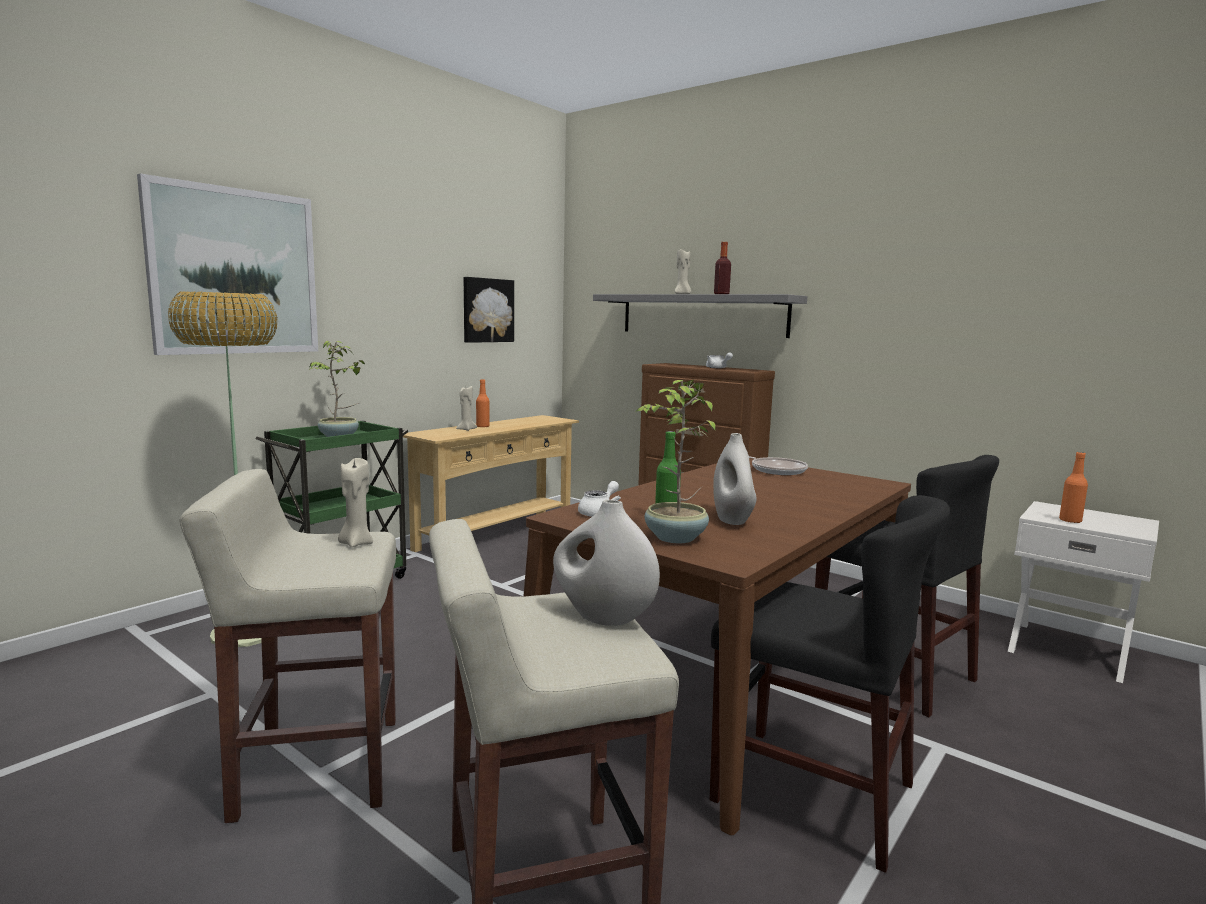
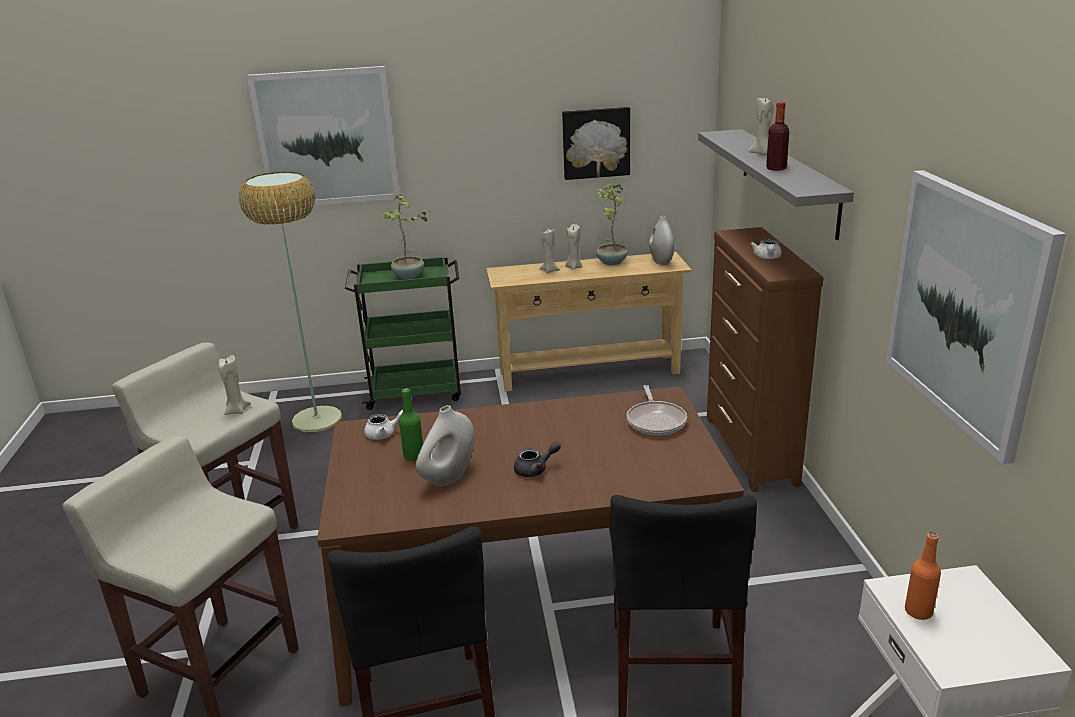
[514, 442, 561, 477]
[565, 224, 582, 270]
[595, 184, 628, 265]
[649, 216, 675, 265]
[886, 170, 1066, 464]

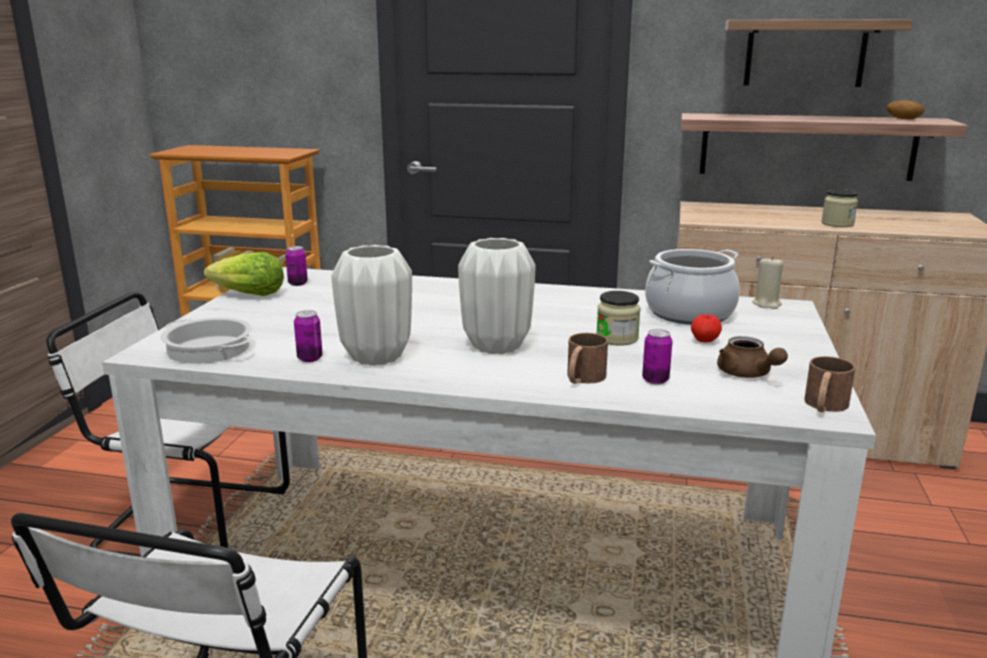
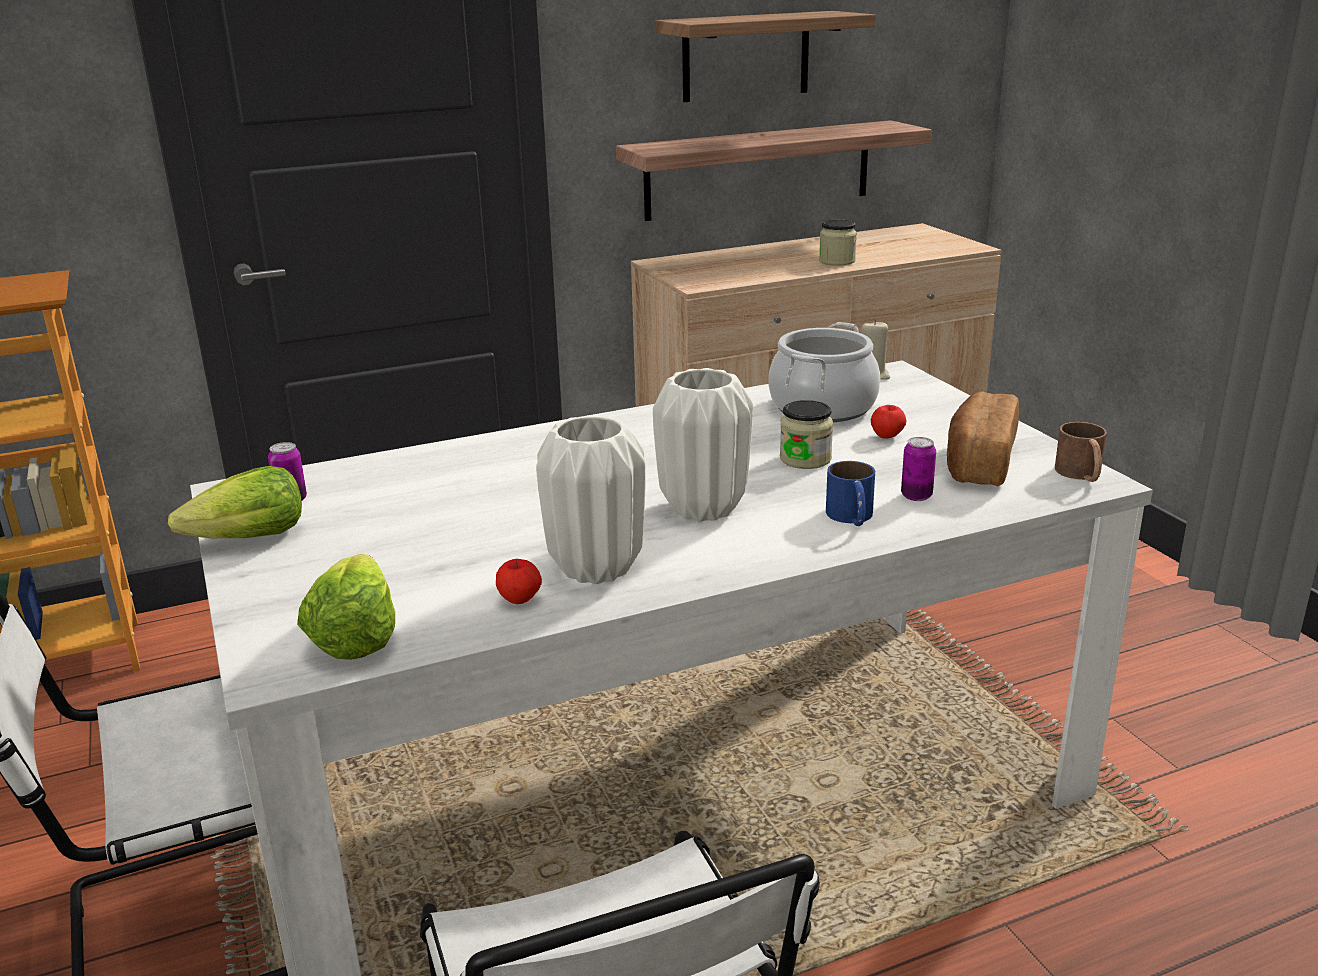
[297, 554, 395, 660]
[496, 559, 542, 604]
[826, 461, 875, 526]
[947, 392, 1019, 486]
[886, 100, 925, 120] (first image)

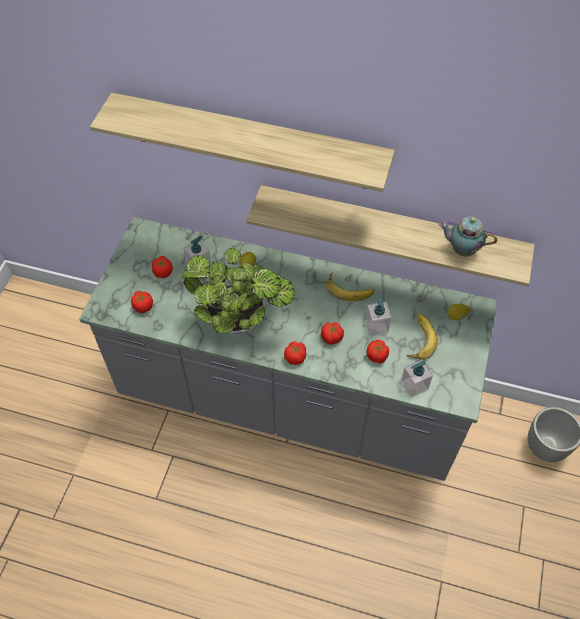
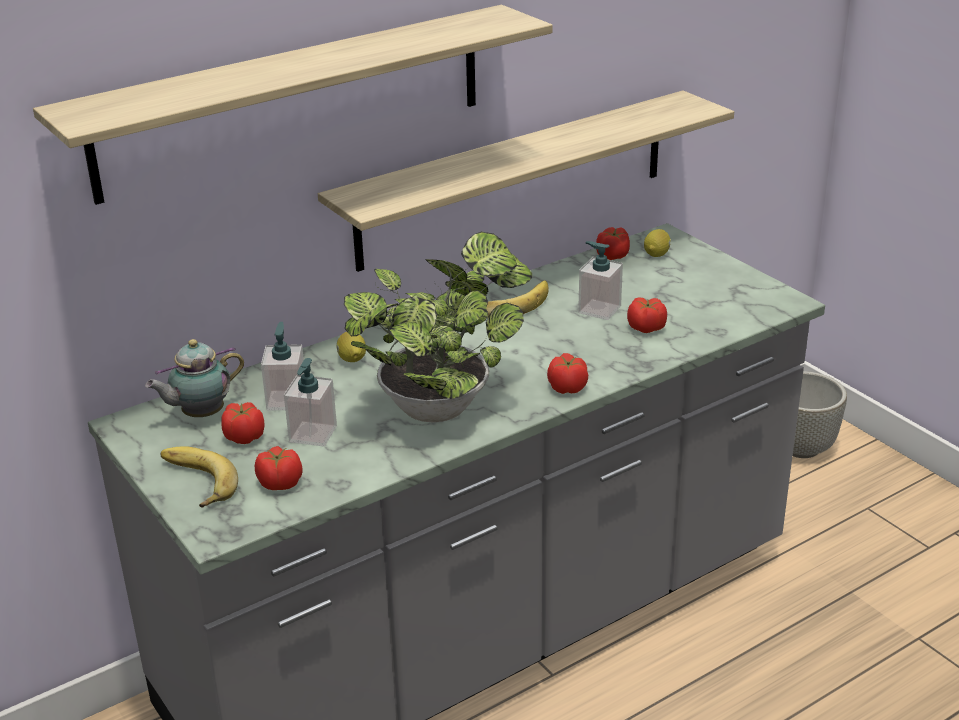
[145, 339, 244, 417]
[160, 446, 238, 508]
[284, 358, 337, 446]
[596, 227, 630, 260]

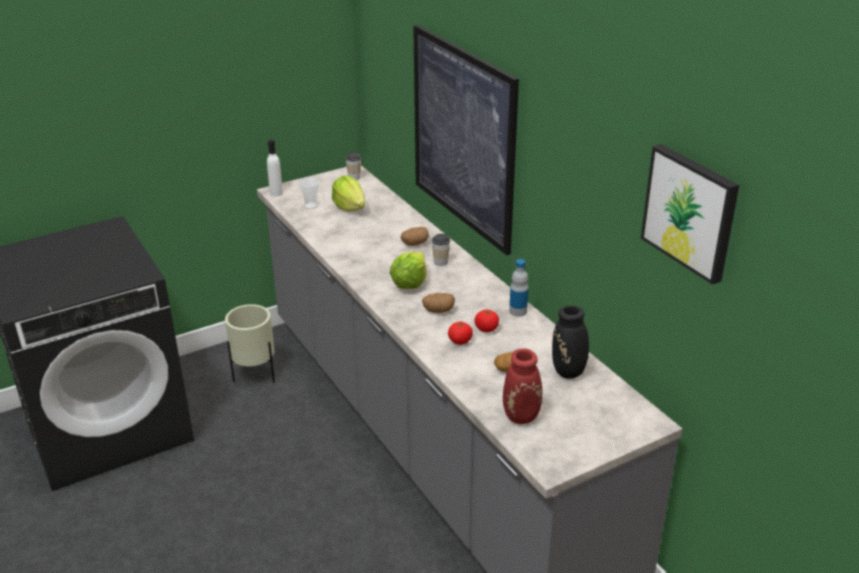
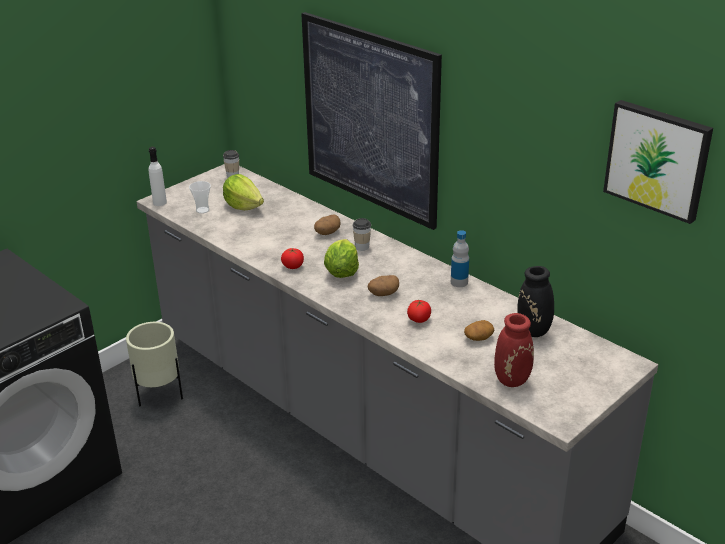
[281, 248, 304, 269]

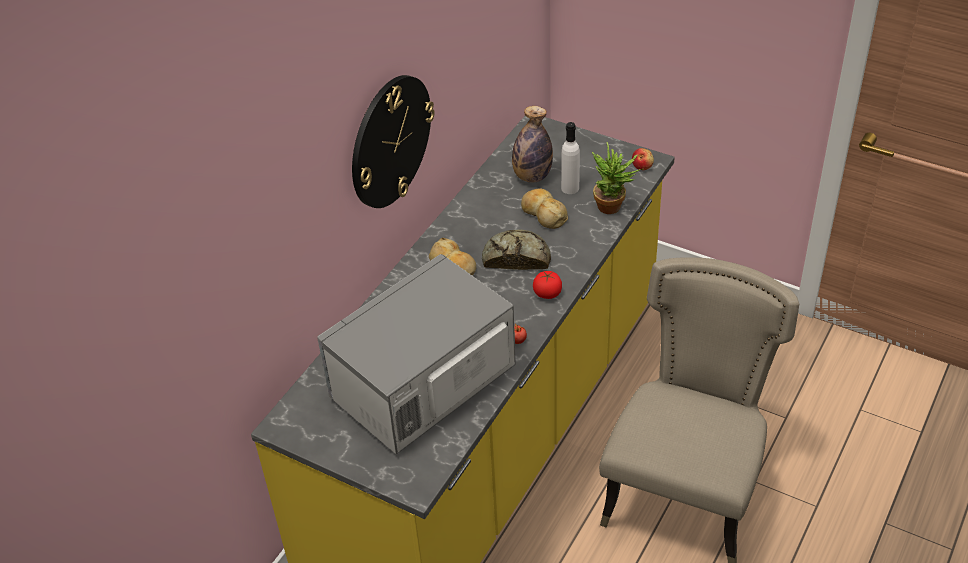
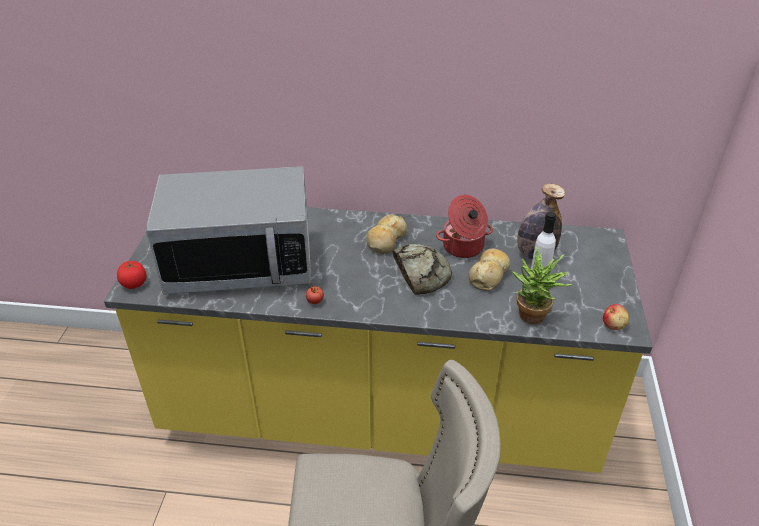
[117, 261, 147, 289]
[146, 166, 311, 295]
[436, 195, 493, 258]
[352, 75, 435, 208] (first image)

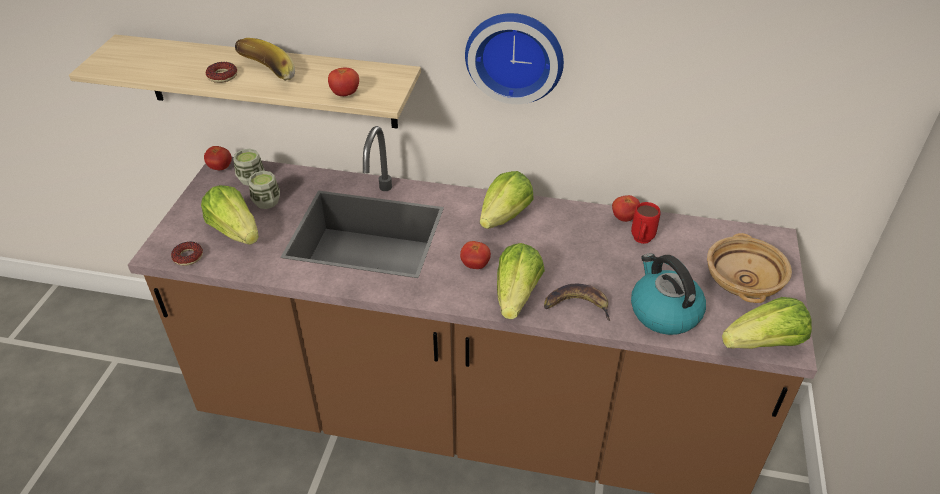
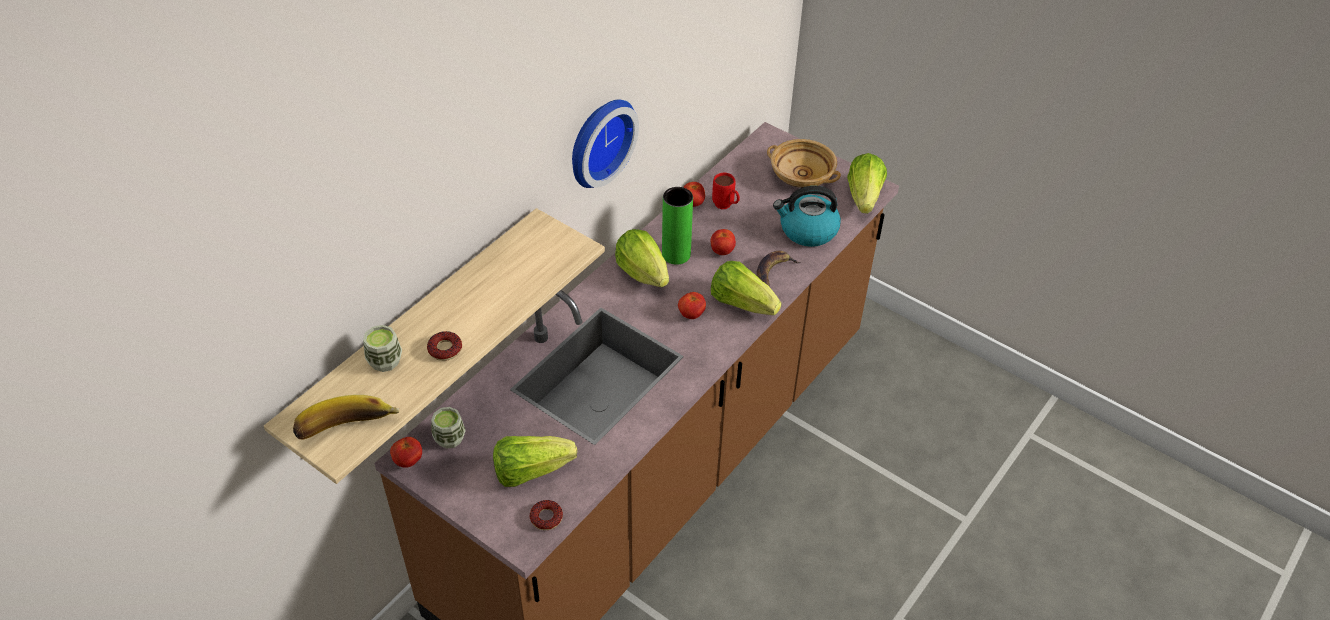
[293, 394, 399, 440]
[363, 325, 402, 372]
[662, 187, 693, 265]
[711, 229, 736, 255]

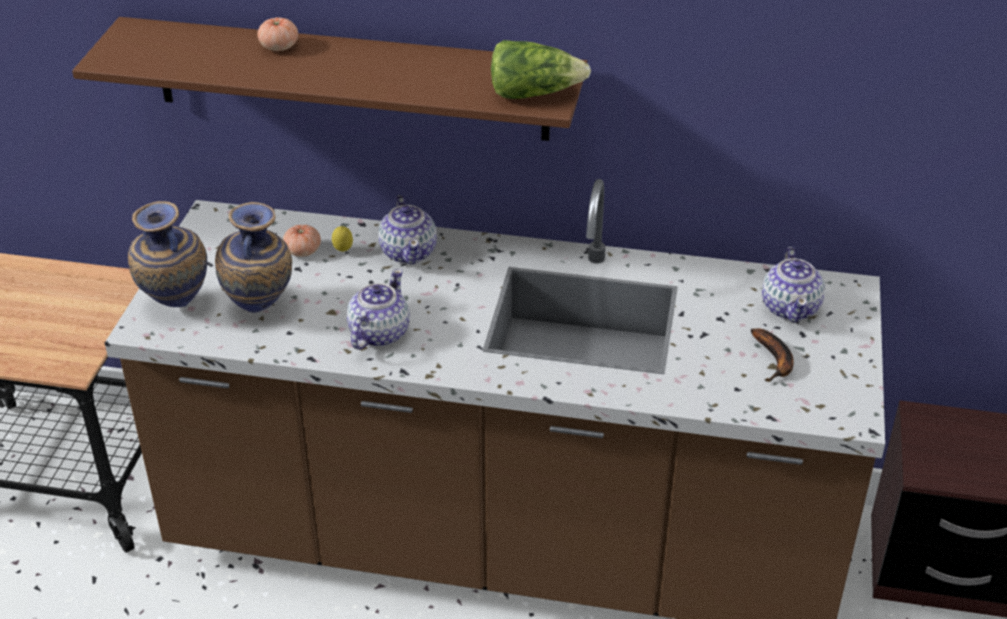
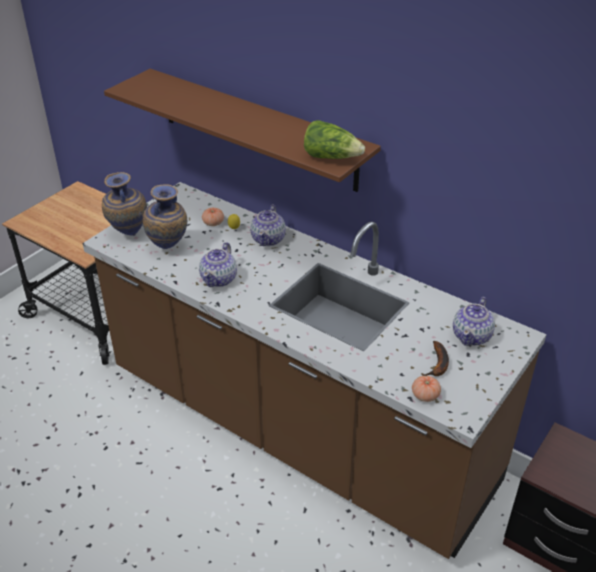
[199, 242, 237, 287]
[412, 376, 441, 402]

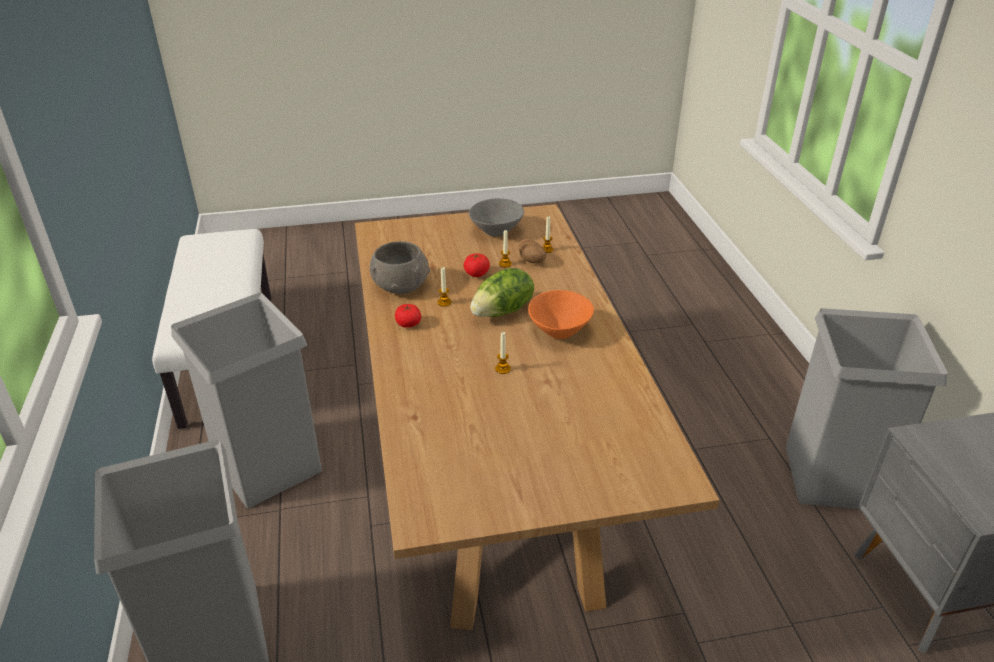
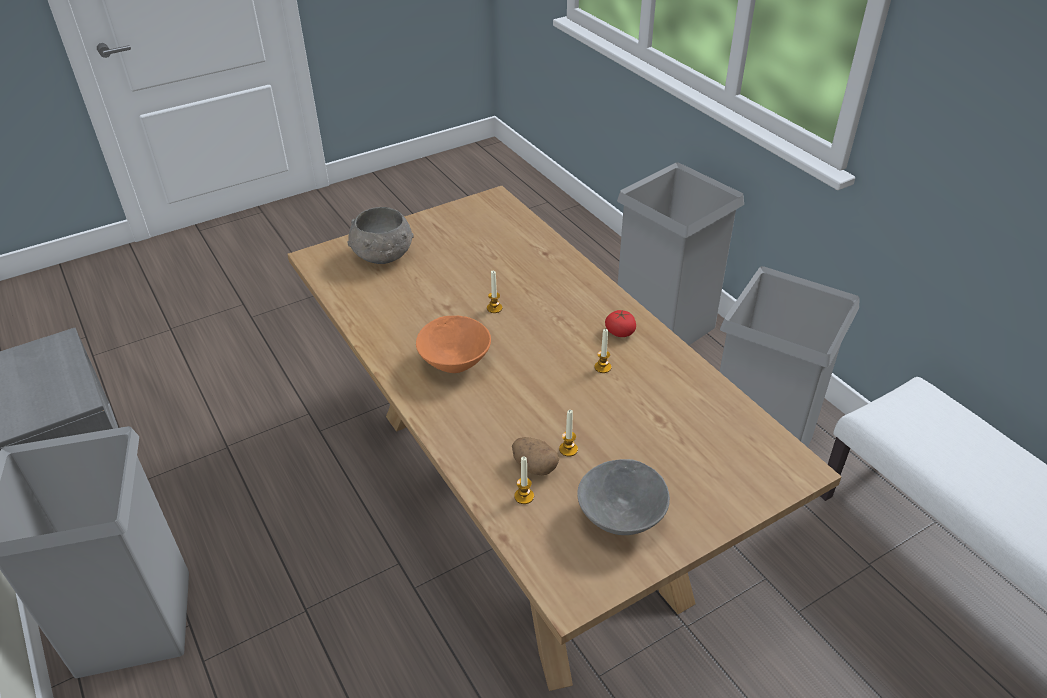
[347, 207, 414, 264]
[464, 253, 490, 277] (first image)
[470, 268, 534, 317] (first image)

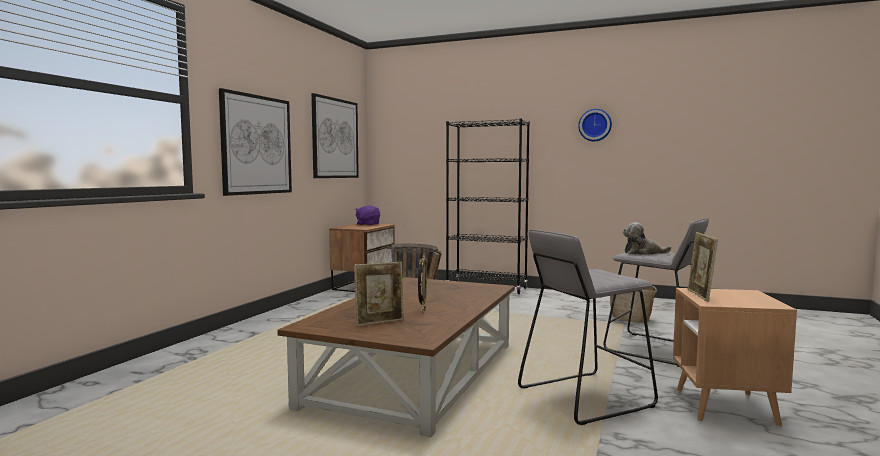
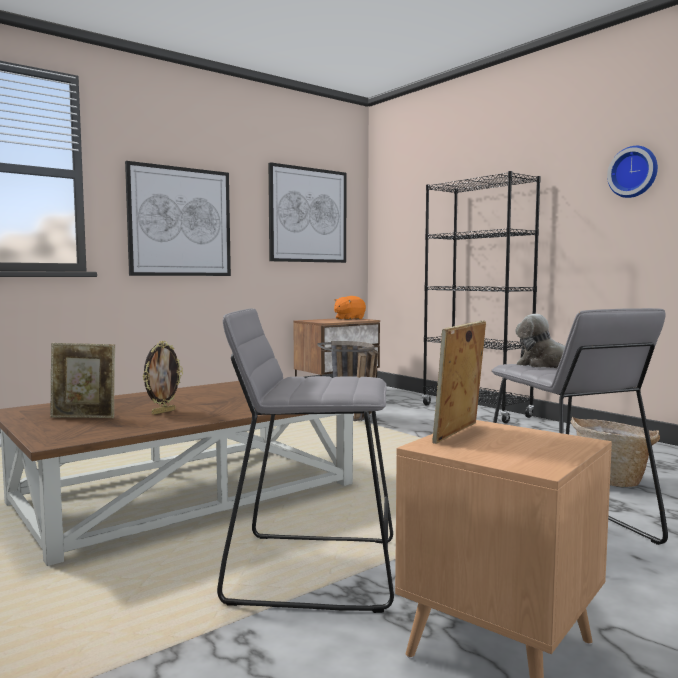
[334, 296, 366, 320]

